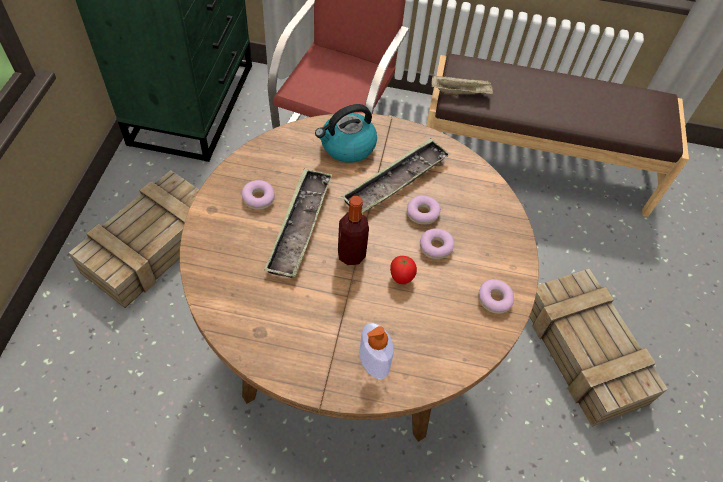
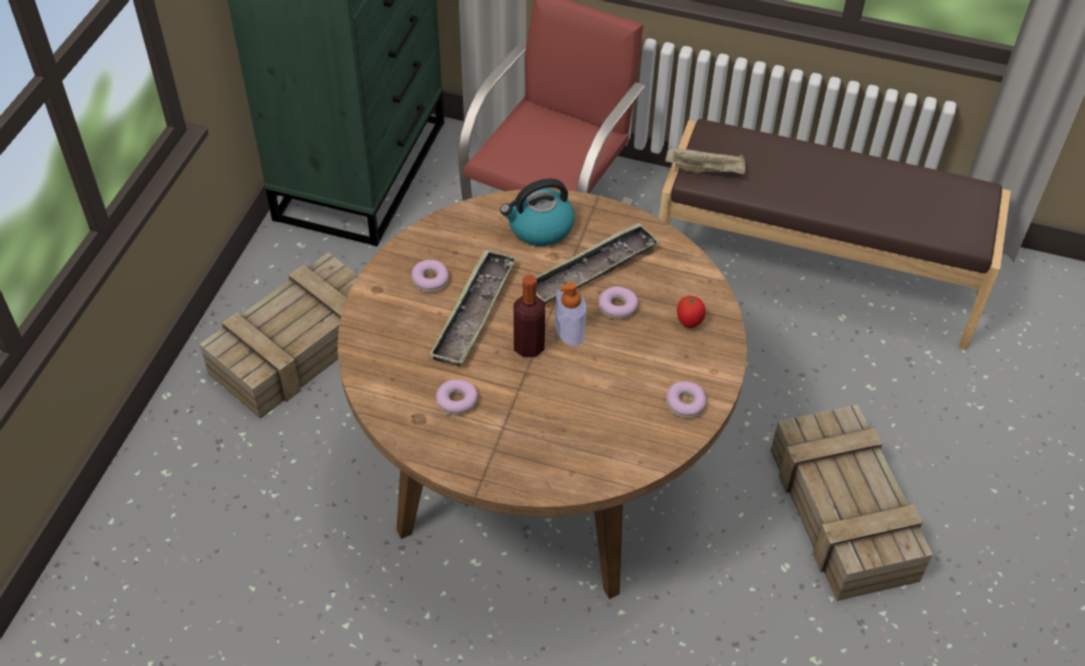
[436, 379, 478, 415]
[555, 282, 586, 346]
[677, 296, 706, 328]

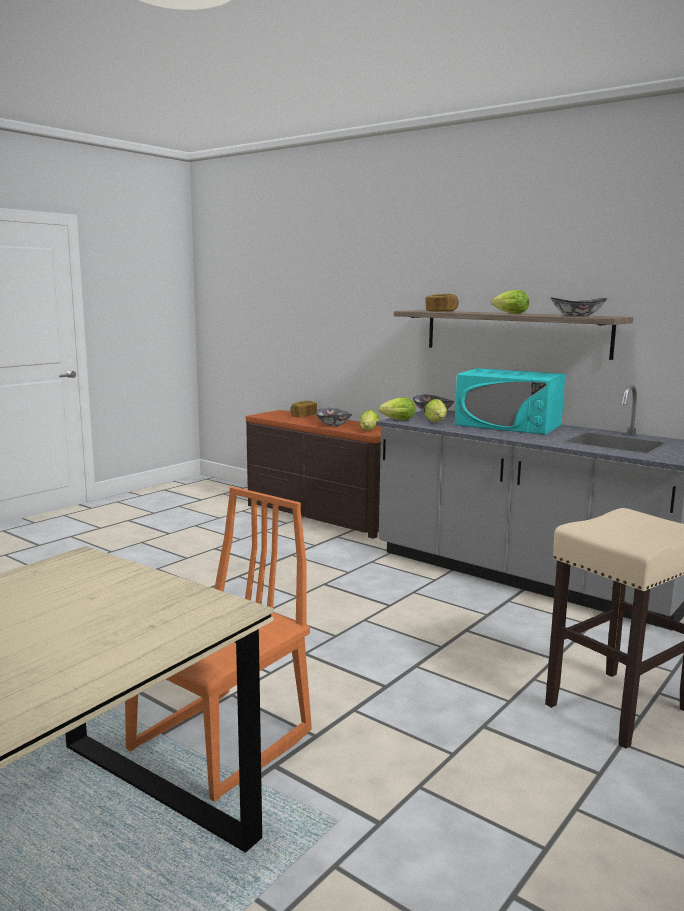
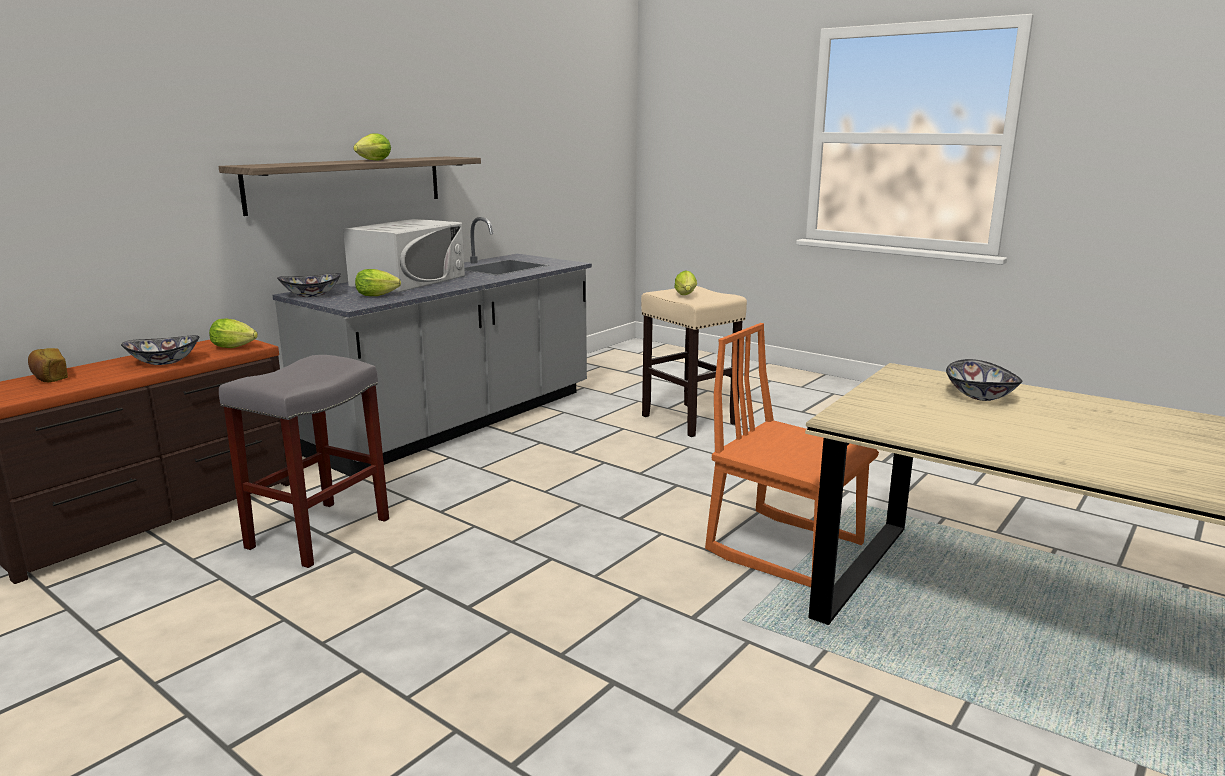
[219, 355, 389, 568]
[343, 219, 465, 292]
[674, 270, 697, 295]
[946, 359, 1022, 401]
[425, 294, 459, 312] (first image)

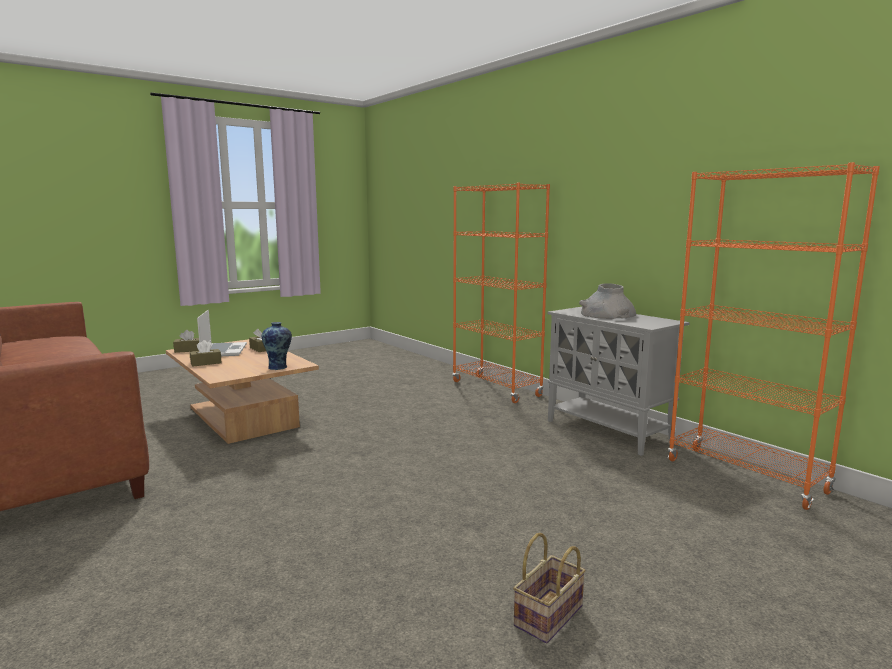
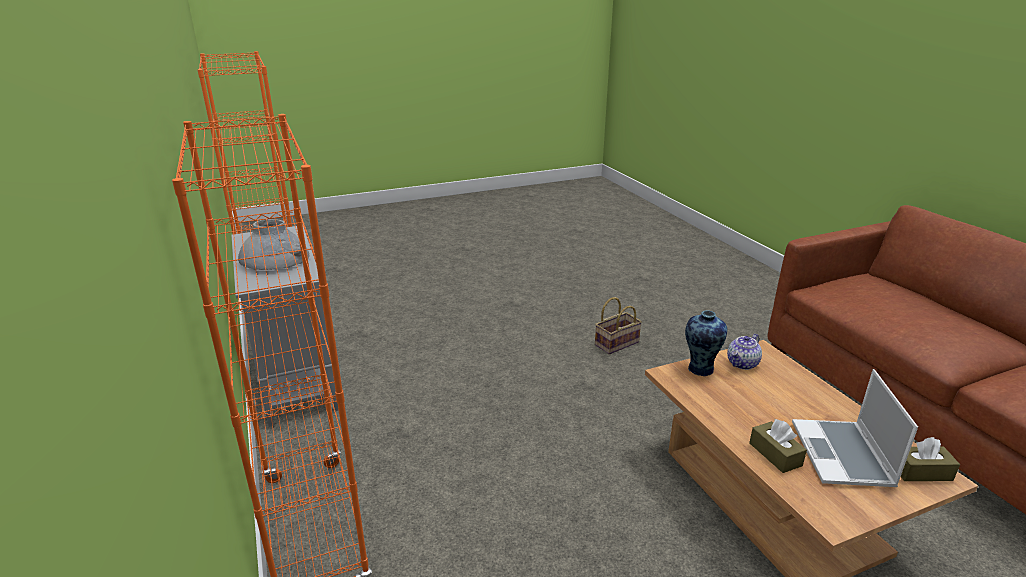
[595, 297, 642, 354]
[727, 334, 762, 370]
[190, 340, 222, 367] (first image)

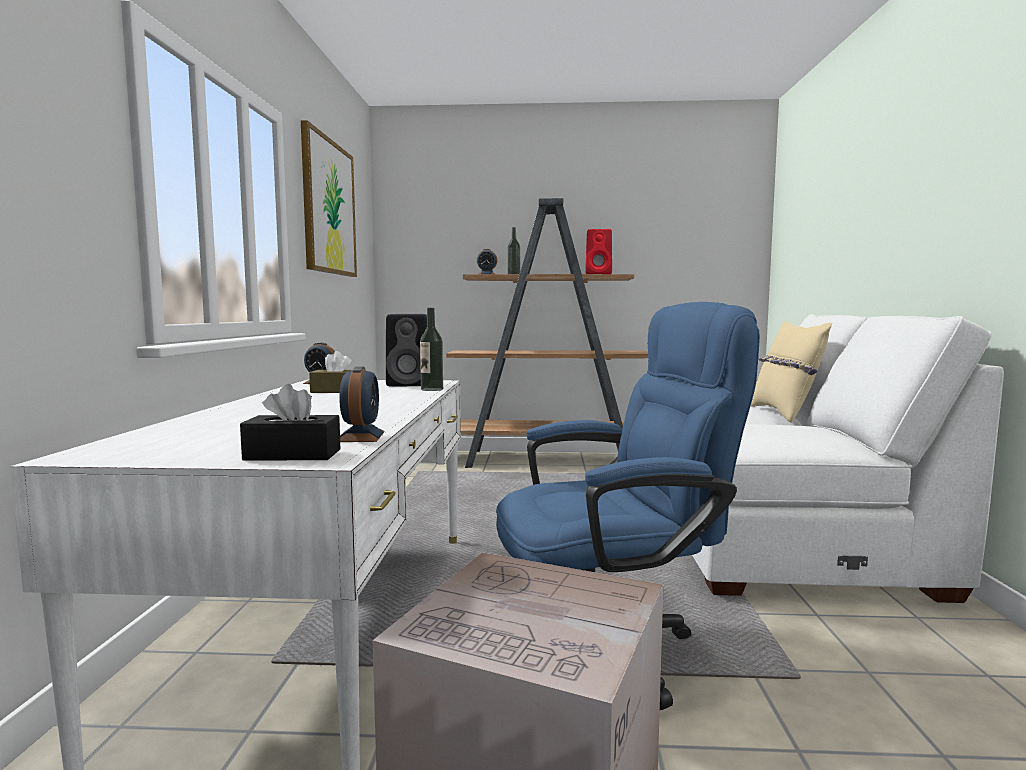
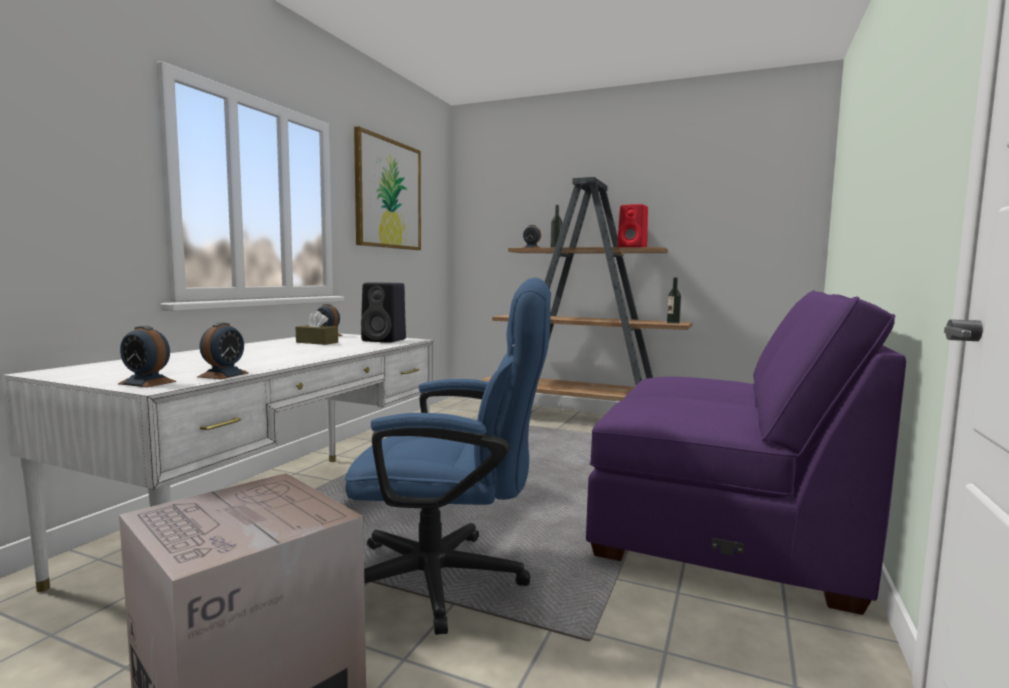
[118, 326, 176, 387]
[586, 290, 906, 615]
[667, 277, 681, 324]
[751, 321, 832, 423] (first image)

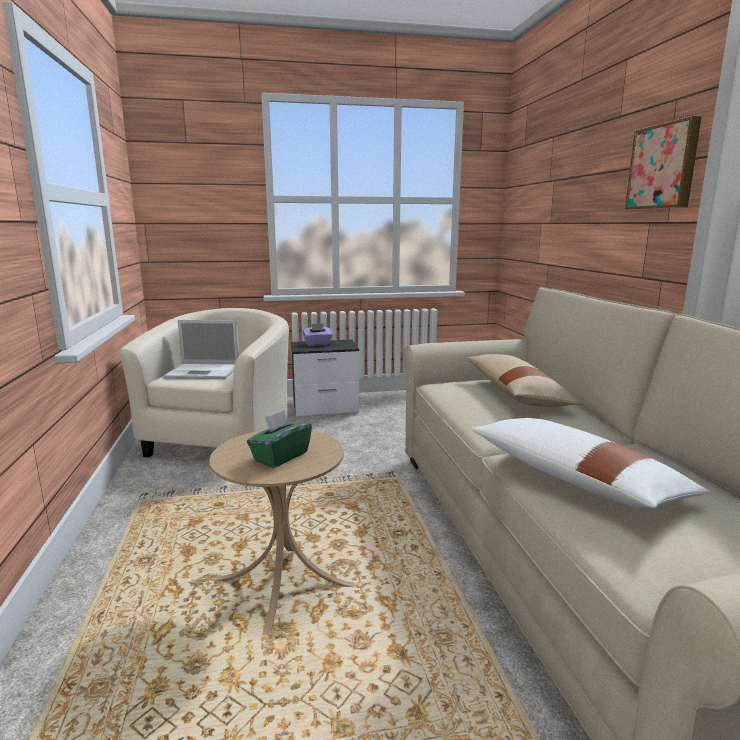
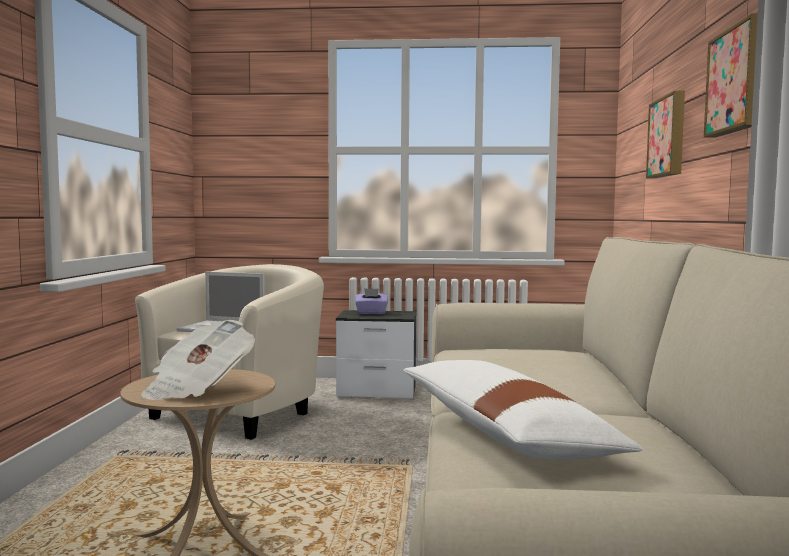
[141, 320, 255, 400]
[646, 91, 685, 178]
[467, 354, 582, 407] (first image)

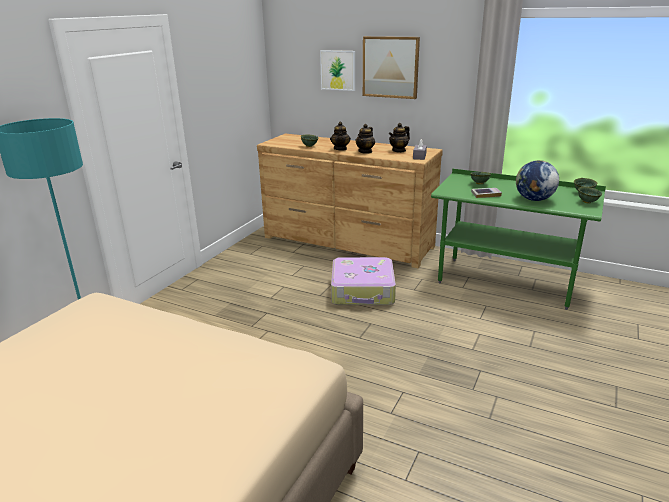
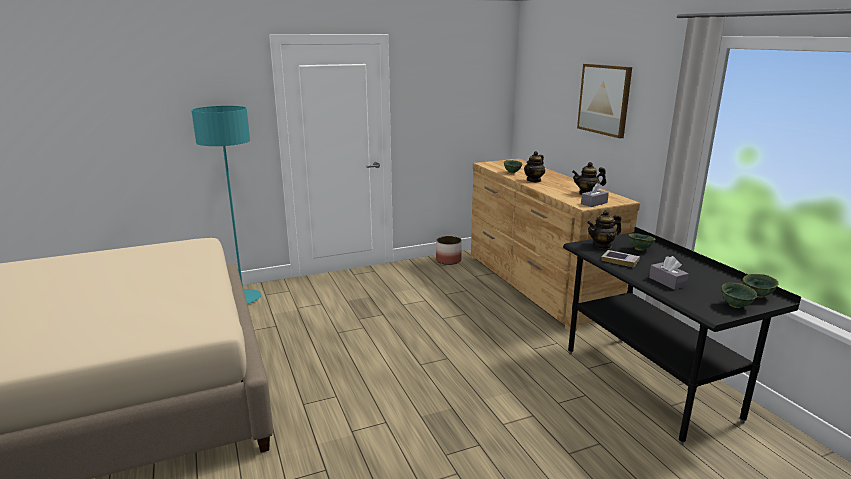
[436, 236, 462, 265]
[563, 227, 801, 445]
[587, 210, 621, 249]
[649, 256, 689, 290]
[320, 50, 355, 91] (first image)
[331, 257, 396, 305] (first image)

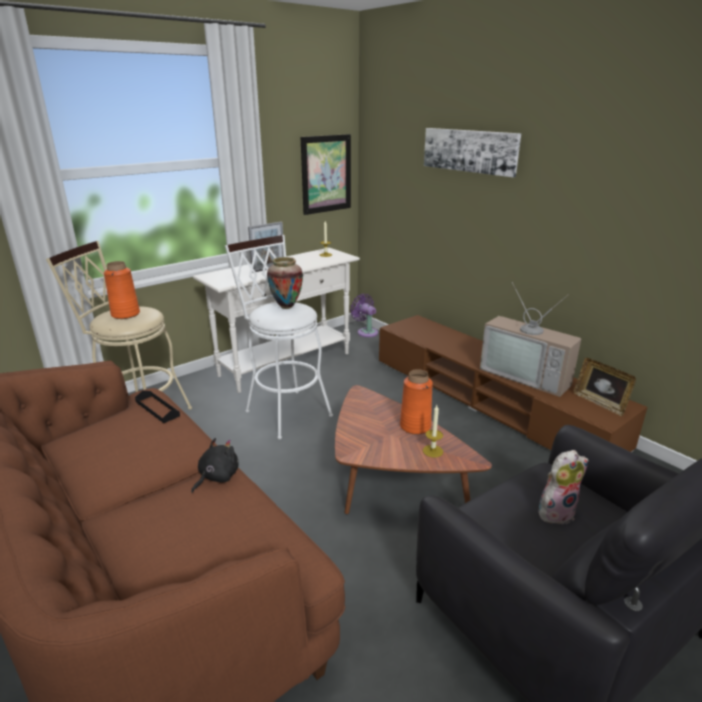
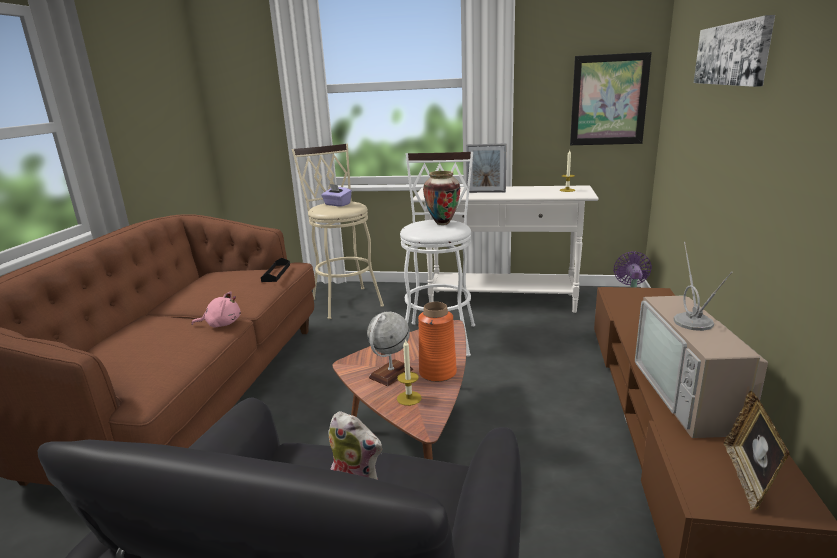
[191, 291, 241, 328]
[321, 184, 352, 207]
[367, 311, 413, 386]

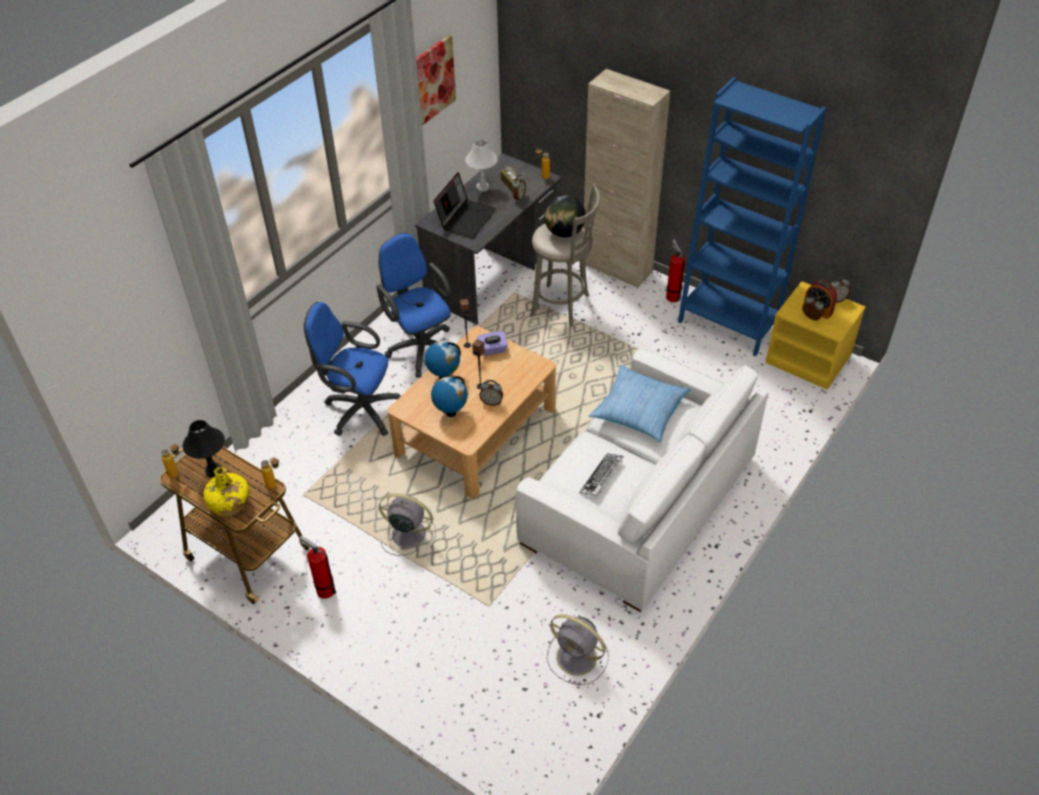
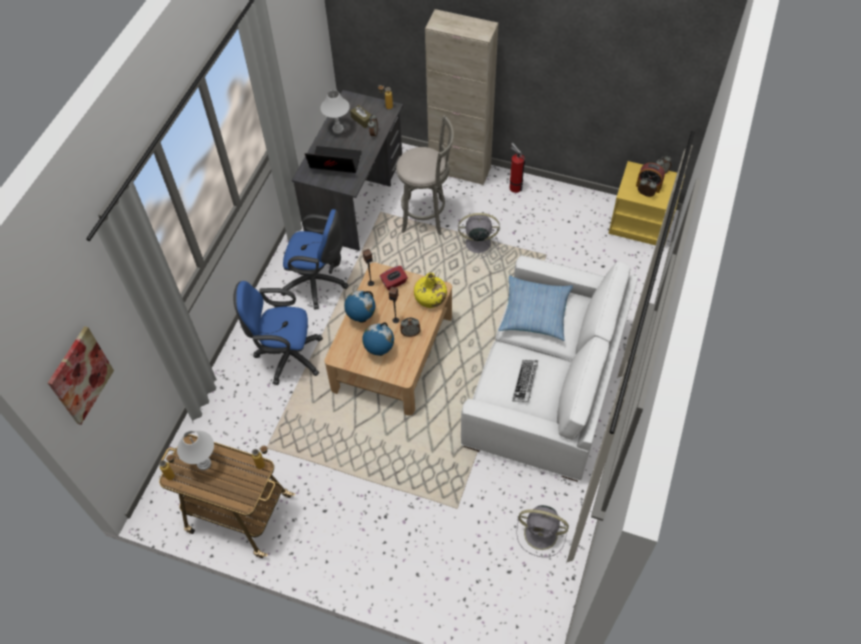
[48, 326, 114, 425]
[177, 431, 214, 470]
[281, 209, 348, 309]
[305, 146, 362, 173]
[380, 266, 408, 290]
[414, 273, 447, 308]
[458, 213, 500, 259]
[300, 536, 336, 599] (first image)
[544, 195, 586, 237] (first image)
[678, 77, 826, 356] (first image)

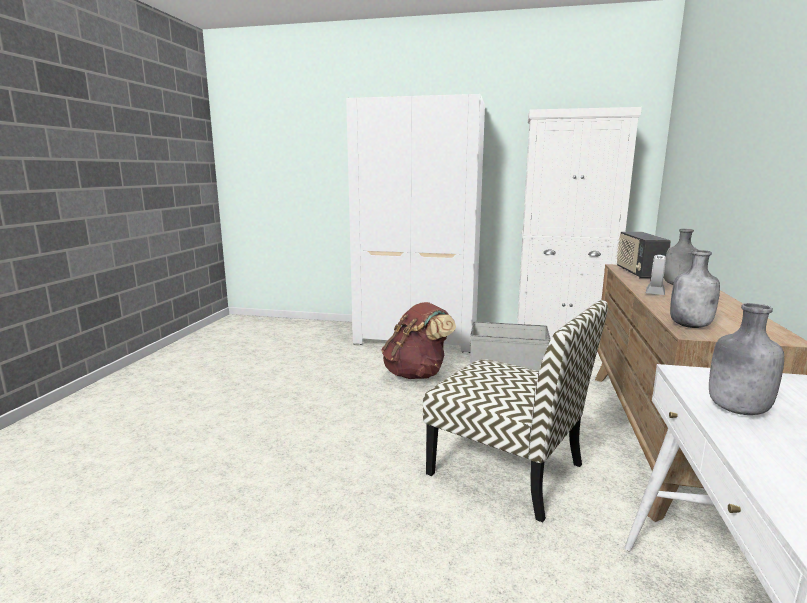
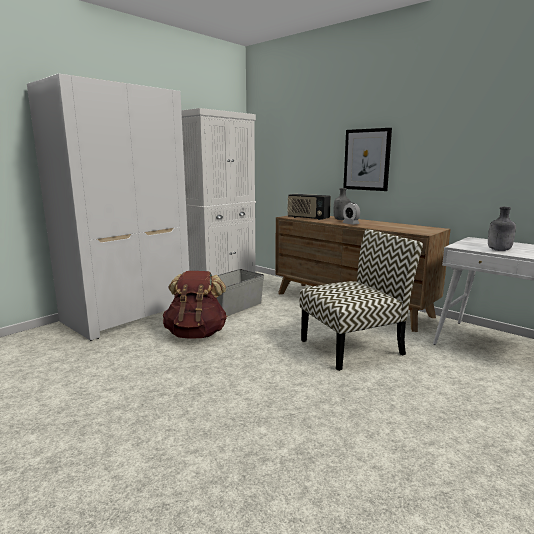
[343, 128, 392, 191]
[670, 250, 720, 328] (first image)

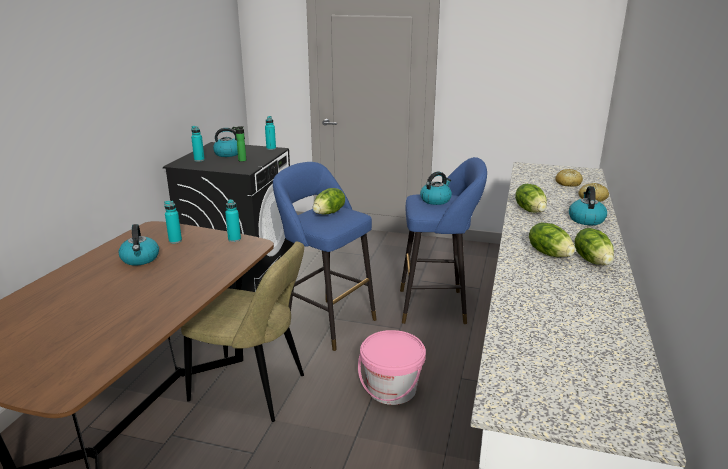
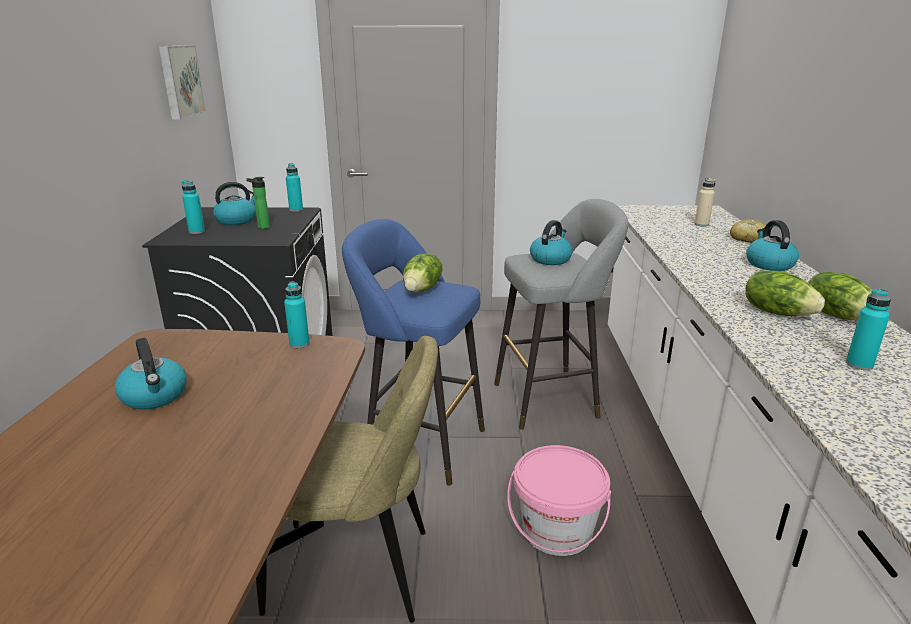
[159, 45, 206, 120]
[494, 199, 628, 430]
[695, 178, 716, 227]
[846, 289, 891, 370]
[515, 184, 547, 212] (first image)

